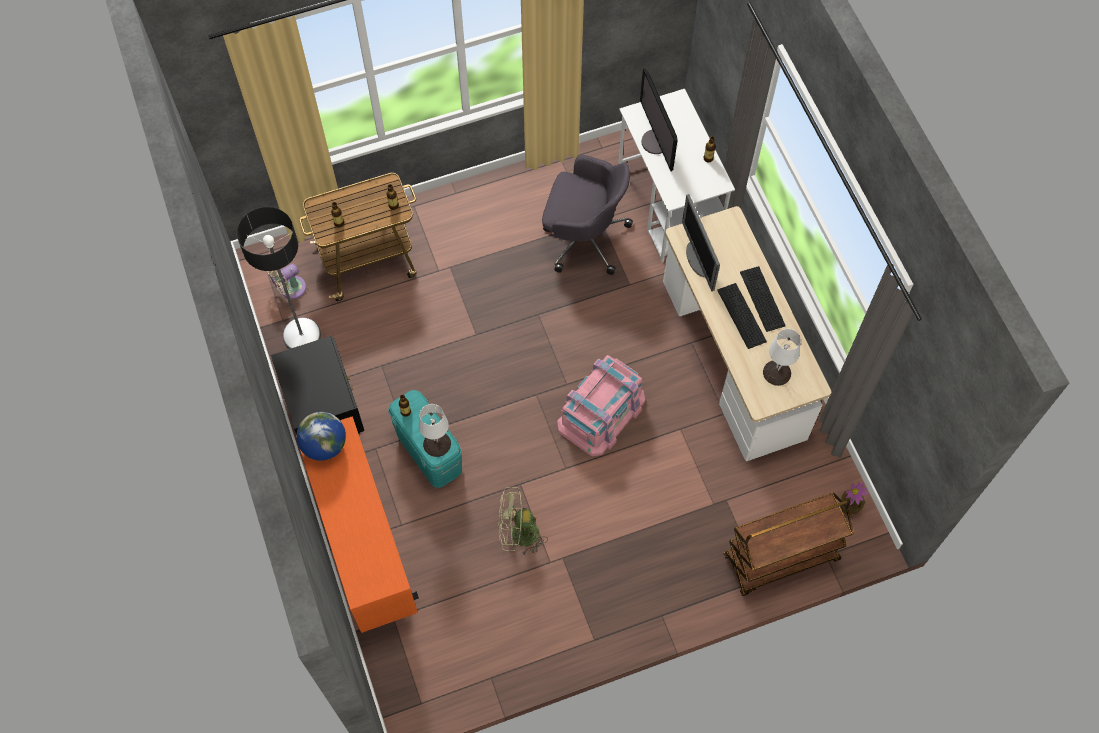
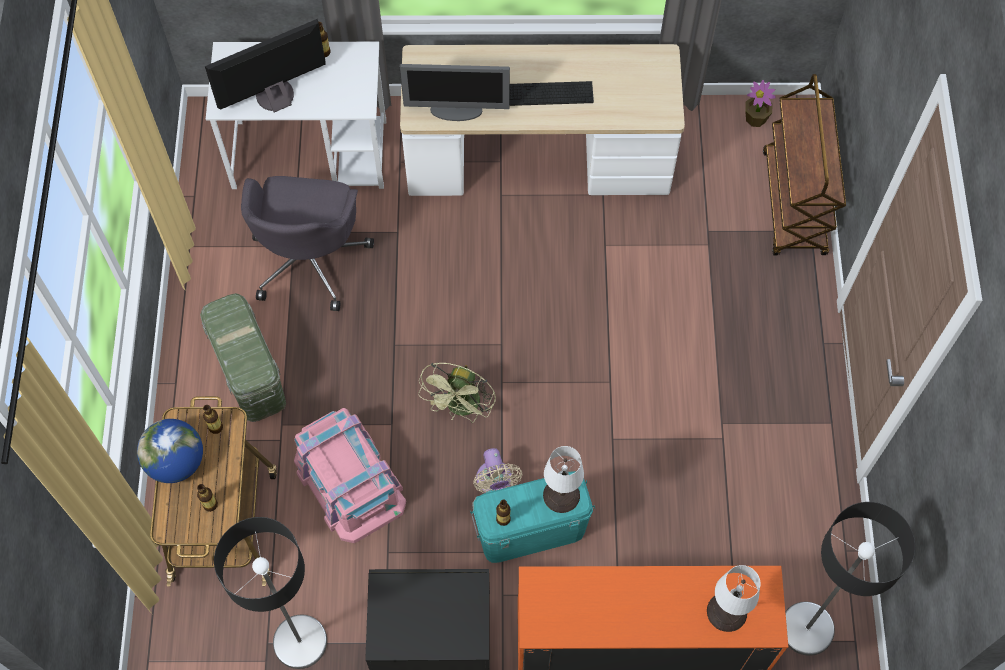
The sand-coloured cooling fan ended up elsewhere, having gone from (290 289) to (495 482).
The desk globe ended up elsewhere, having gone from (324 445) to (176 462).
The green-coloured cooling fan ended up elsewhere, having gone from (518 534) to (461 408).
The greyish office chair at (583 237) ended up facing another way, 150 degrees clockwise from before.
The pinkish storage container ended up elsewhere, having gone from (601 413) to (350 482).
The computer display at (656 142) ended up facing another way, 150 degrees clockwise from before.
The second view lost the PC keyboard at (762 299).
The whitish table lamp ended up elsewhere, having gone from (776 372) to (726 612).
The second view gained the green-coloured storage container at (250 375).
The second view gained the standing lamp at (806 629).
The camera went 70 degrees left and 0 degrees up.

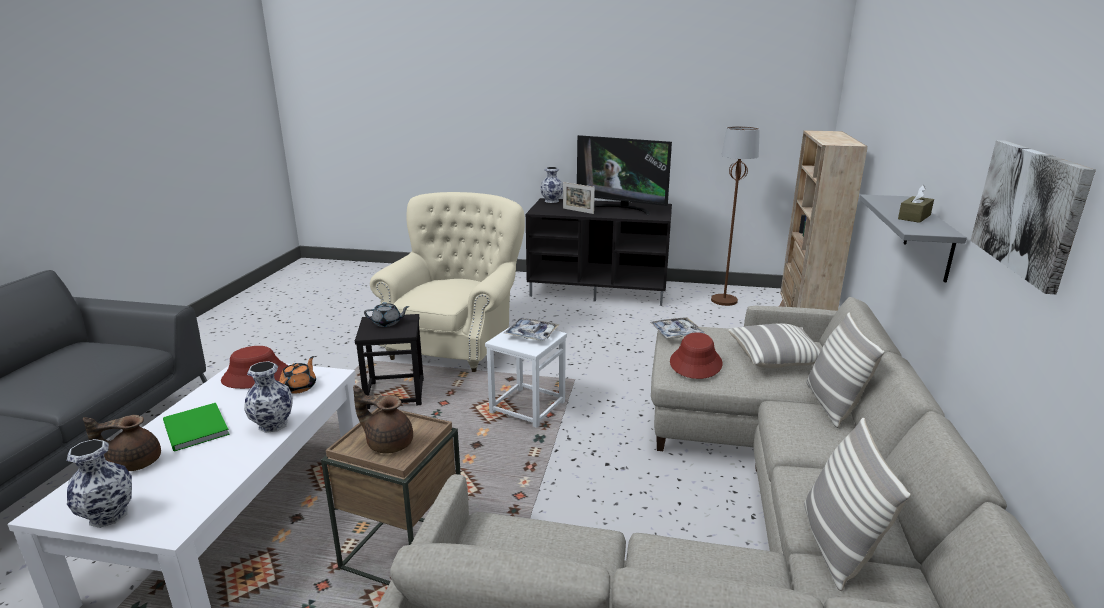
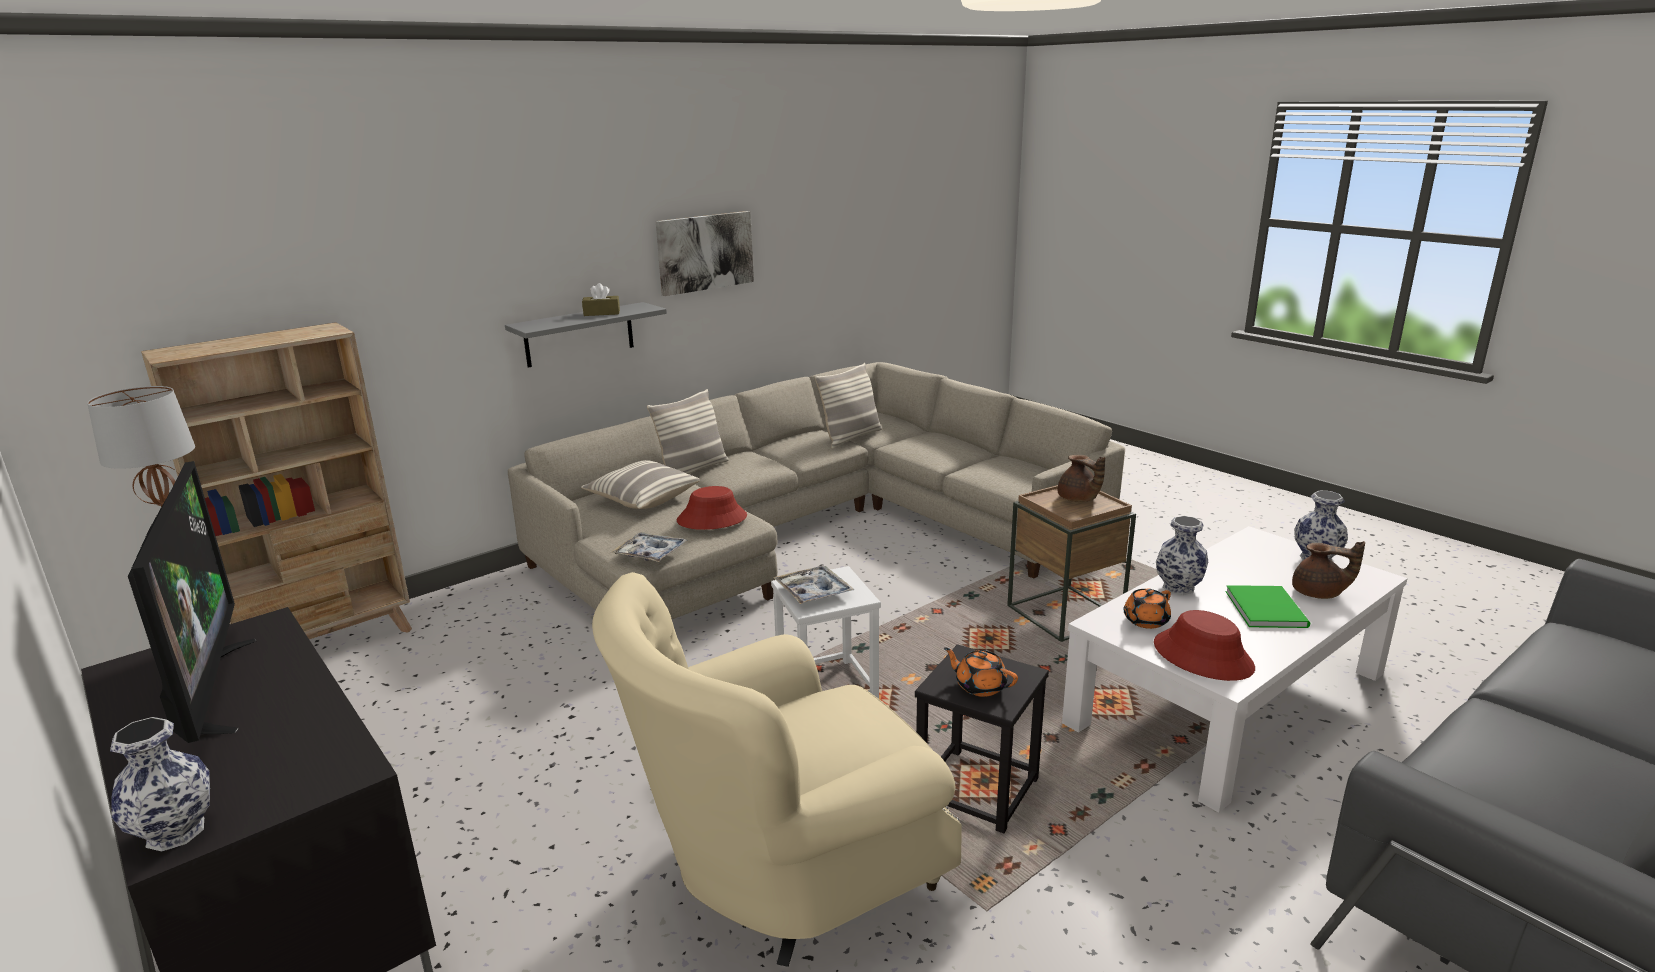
What was the greyish teapot at (387 323) turned into the orange-coloured teapot at (980 686).
The second view lost the picture frame at (578 211).
The camera went 140 degrees left and 0 degrees up.

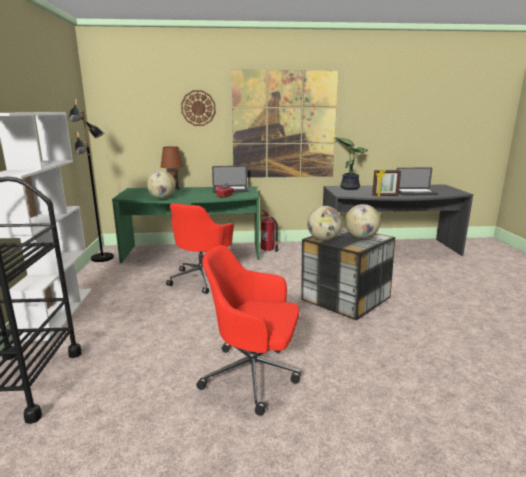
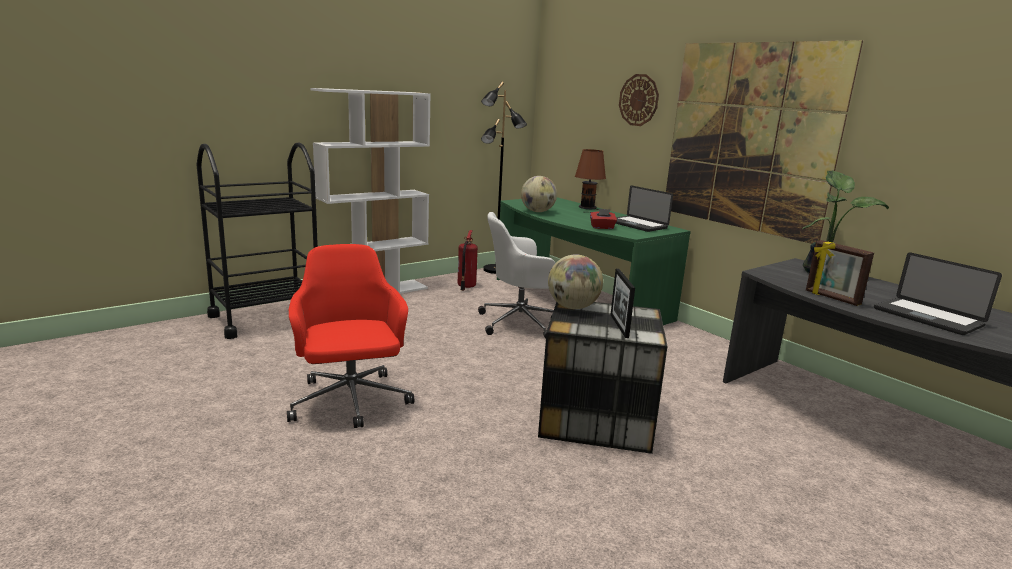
What was the red-coloured office chair at (203 278) turned into the whitish office chair at (521 323).
The fire extinguisher ended up elsewhere, having gone from (268 249) to (466 286).
Where the desk globe stood at (361 238), the picture frame came to stand at (619 325).
The camera went 55 degrees right and 0 degrees up.

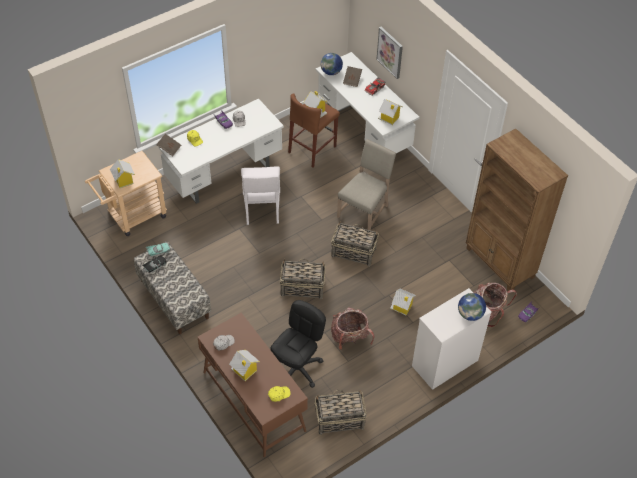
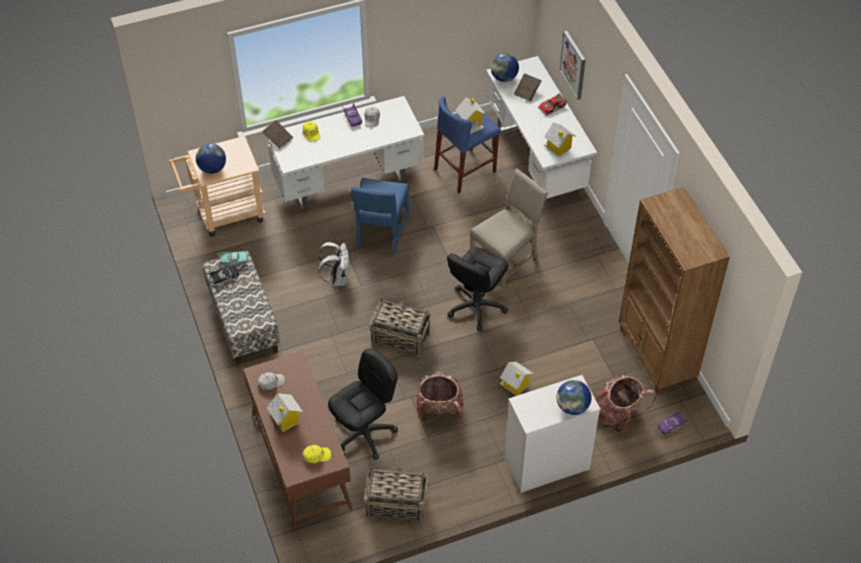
Where the model house stood at (123 181), the desk globe came to stand at (212 168).
What was the whitish chair at (262 209) turned into the blue-coloured chair at (381 233).
What was the brown stool at (312 149) turned into the blue-coloured stool at (465 170).
Where the storage basket stood at (353 252), the blackish office chair came to stand at (476 306).
The second view gained the whitish knapsack at (337 278).
The camera went 15 degrees right and 0 degrees up.

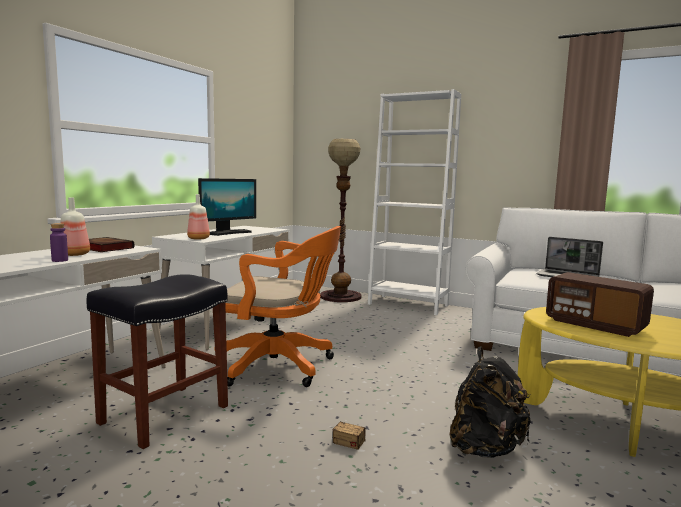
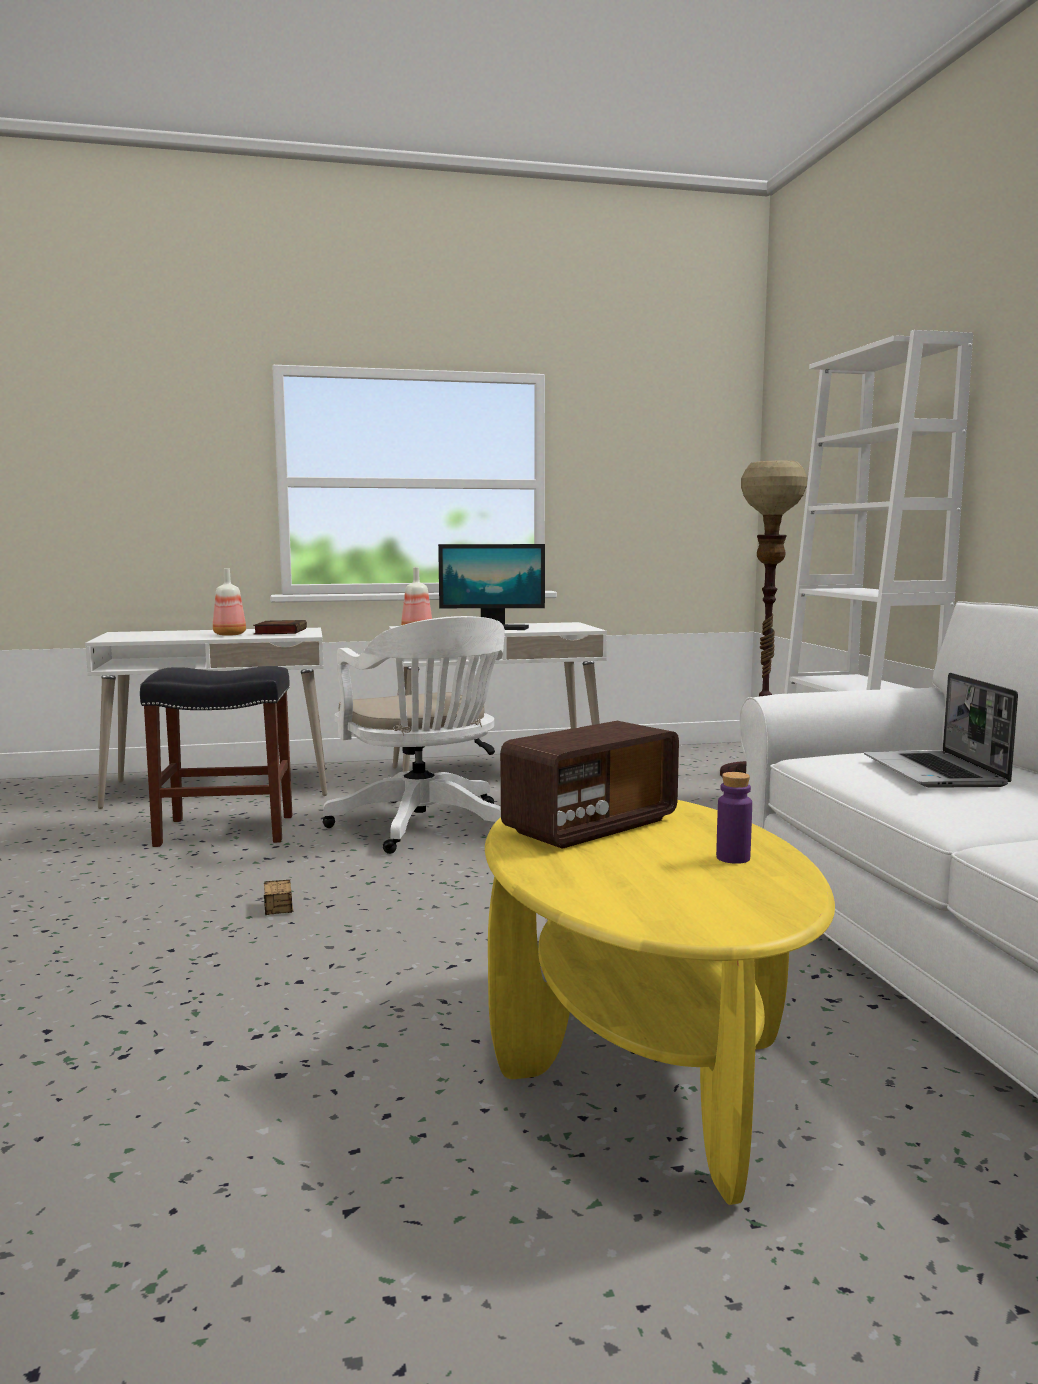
The purple drink bottle ended up elsewhere, having gone from (60 260) to (733 858).
What was the orange-coloured office chair at (280 366) turned into the whitish office chair at (424 827).
The second view lost the blackish knapsack at (485 448).
The radio at (595 325) ended up facing another way, 135 degrees counterclockwise from before.
The camera went 50 degrees right and 0 degrees up.

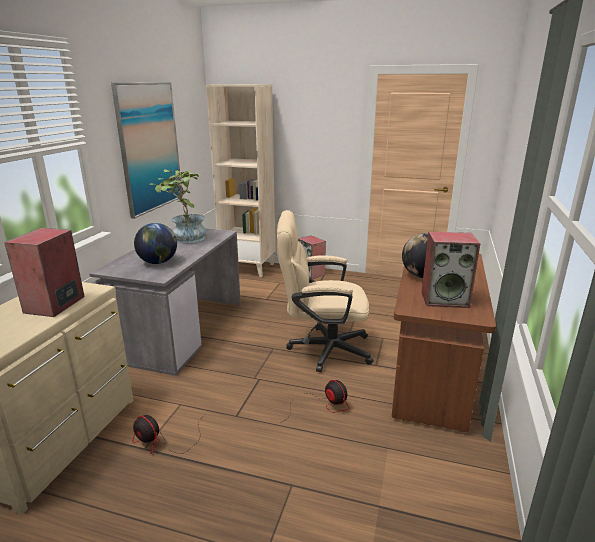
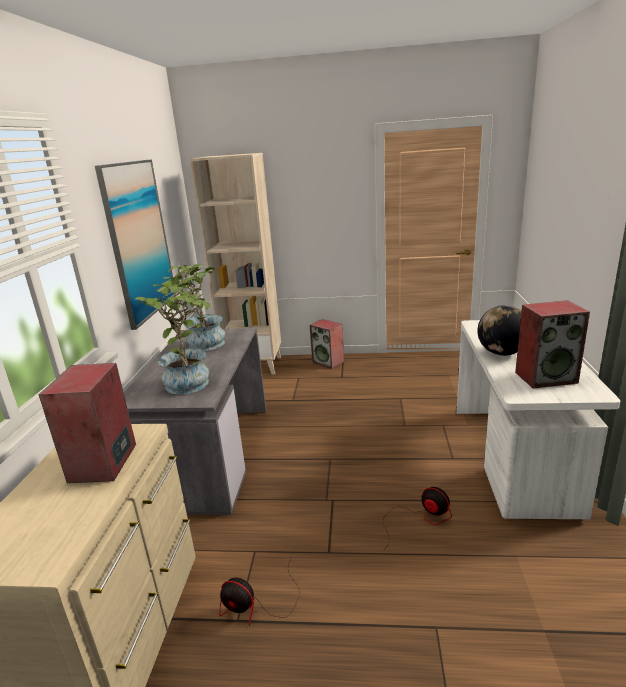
Where the desk globe stood at (158 262), the potted plant came to stand at (188 380).
The second view lost the sand-coloured office chair at (322 349).
What was the brown desk at (431 373) turned into the whitish desk at (515 457).
The camera went 10 degrees left and 0 degrees up.

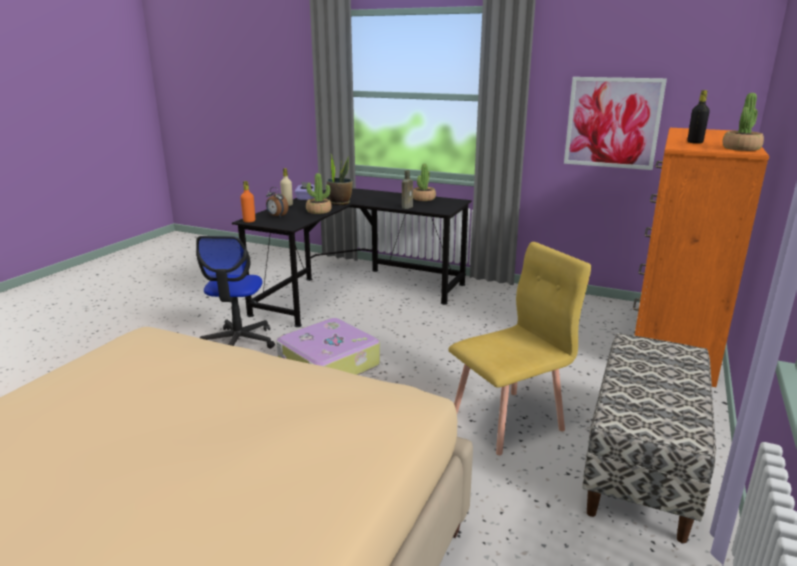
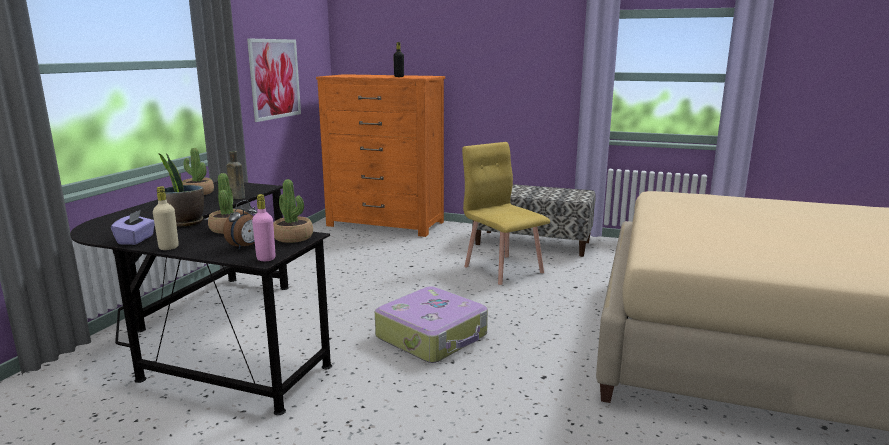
The second view lost the office chair at (238 342).
What was the orange-coloured drink bottle at (249 221) turned into the pinkish drink bottle at (266 258).
The potted plant ended up elsewhere, having gone from (741 148) to (293 237).
The camera went 95 degrees left and 5 degrees down.

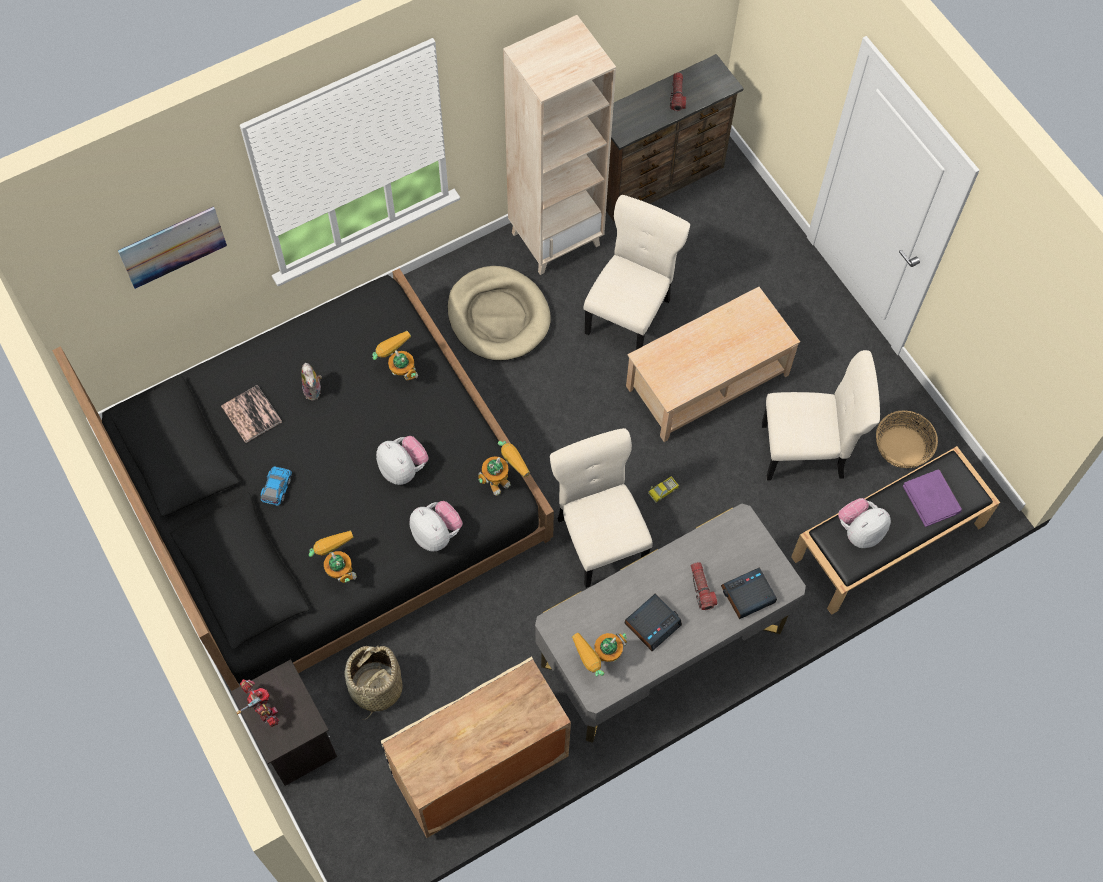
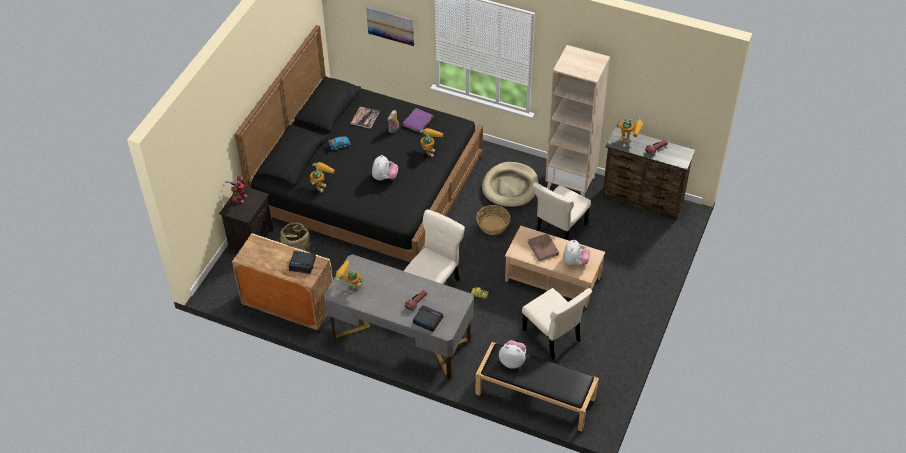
The plush toy ended up elsewhere, having gone from (436 534) to (575 262).
The toy robot ended up elsewhere, having gone from (503 478) to (629 139).
The sand-coloured chair at (630 313) ended up facing another way, 135 degrees clockwise from before.
The table clock ended up elsewhere, having gone from (652 623) to (303 264).
The storage basket ended up elsewhere, having gone from (902 446) to (493 225).
The purple bound book ended up elsewhere, having gone from (931 499) to (418 122).
The second view gained the brown bound book at (543 248).
The camera went 55 degrees right and 15 degrees down.

